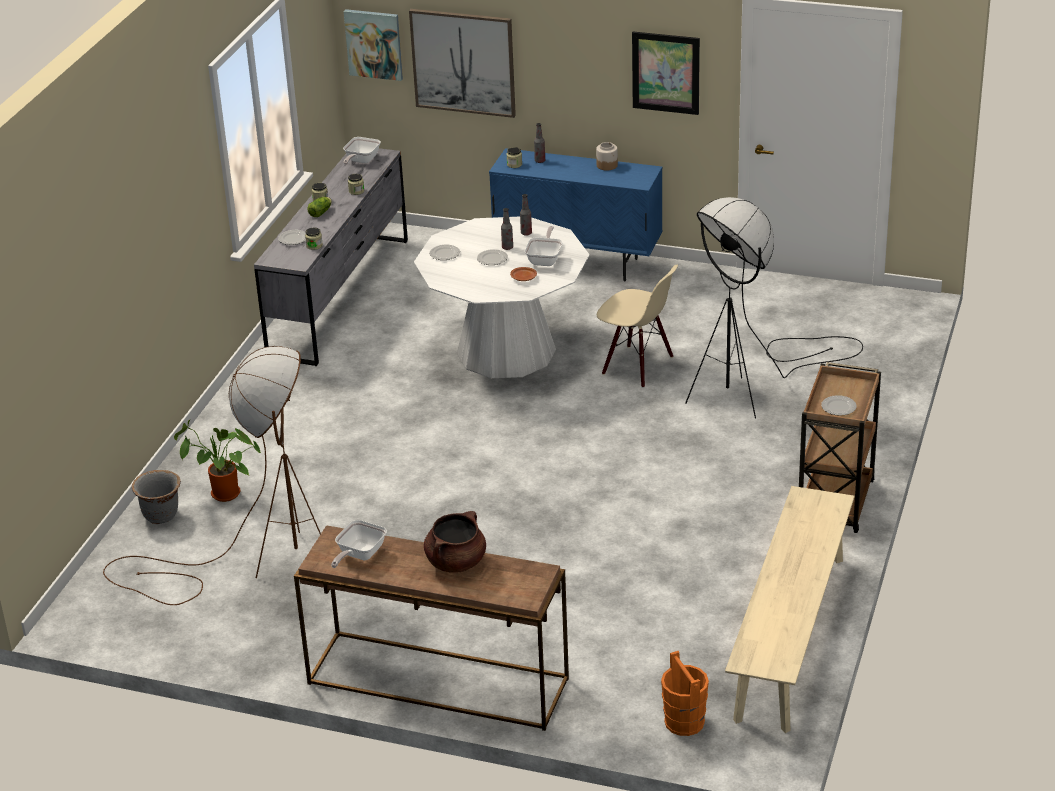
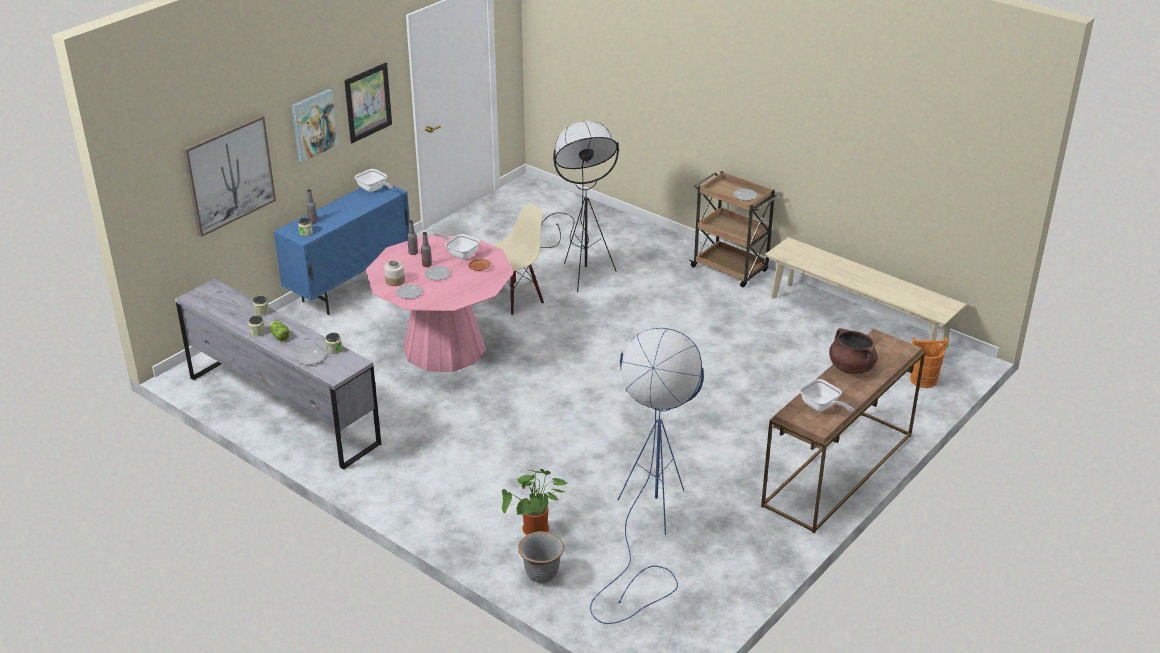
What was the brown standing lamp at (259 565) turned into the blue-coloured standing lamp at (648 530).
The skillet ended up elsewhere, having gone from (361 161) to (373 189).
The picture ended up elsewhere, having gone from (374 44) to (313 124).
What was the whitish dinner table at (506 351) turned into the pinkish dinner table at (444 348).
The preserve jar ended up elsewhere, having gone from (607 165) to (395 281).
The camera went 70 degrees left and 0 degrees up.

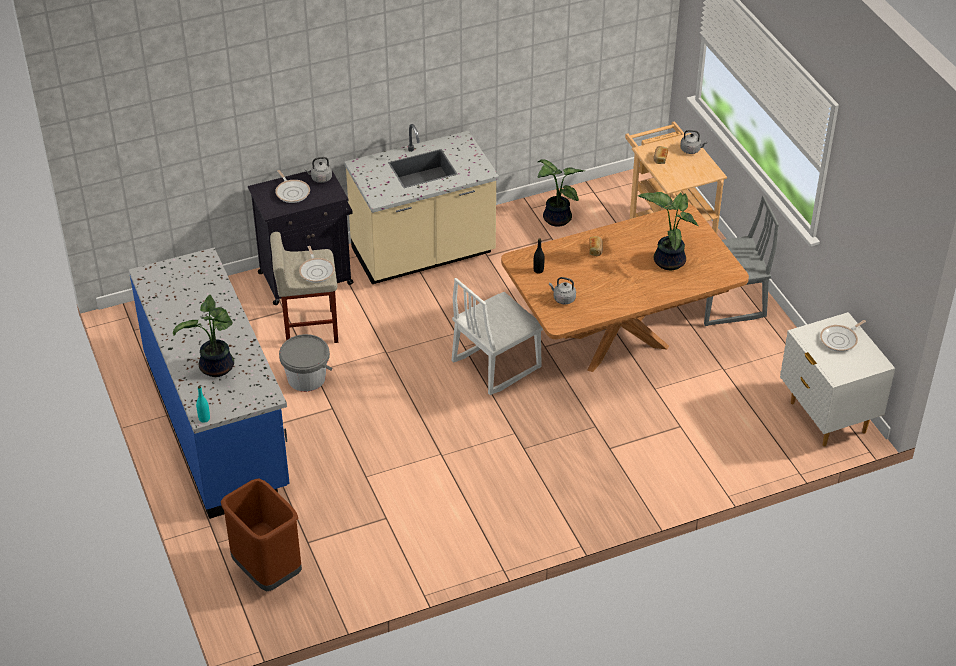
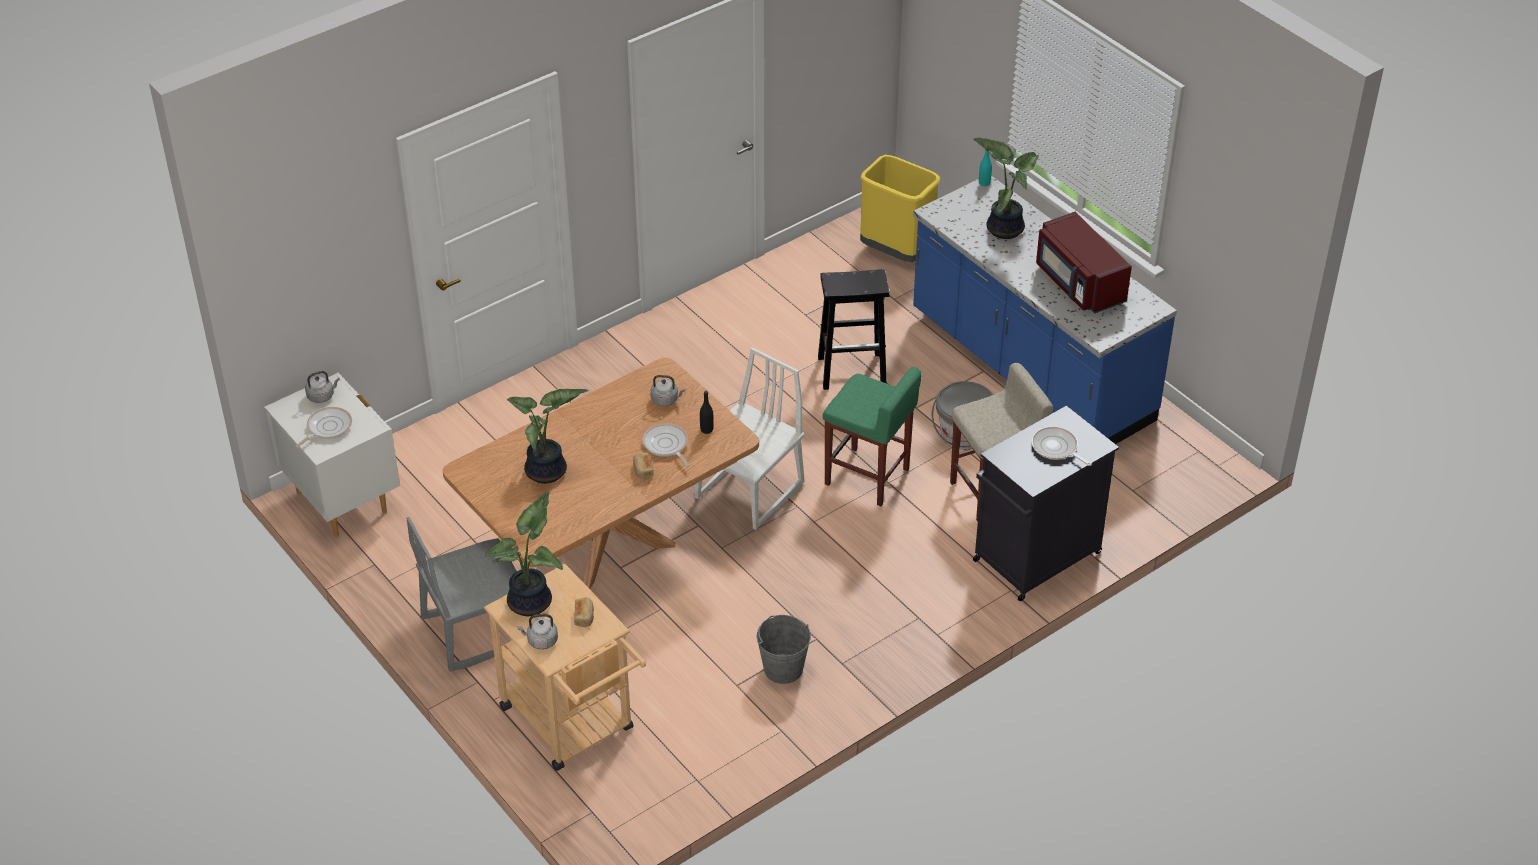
What was the brown rubbish bin at (266 571) turned into the yellow rubbish bin at (897 252).
The skillet ended up elsewhere, having gone from (316 271) to (666 445).
The greyish water kettle ended up elsewhere, having gone from (320 178) to (322 396).
The second view lost the sand-coloured kitchen base unit at (423 254).
The potted plant ended up elsewhere, having gone from (555 219) to (532 602).
The second view gained the greyish water bucket at (783 668).
The second view gained the blackish stool at (853 371).
The second view gained the green-coloured stool at (868 477).
The second view gained the red-coloured microwave at (1078 284).
The camera went 165 degrees right and 0 degrees up.

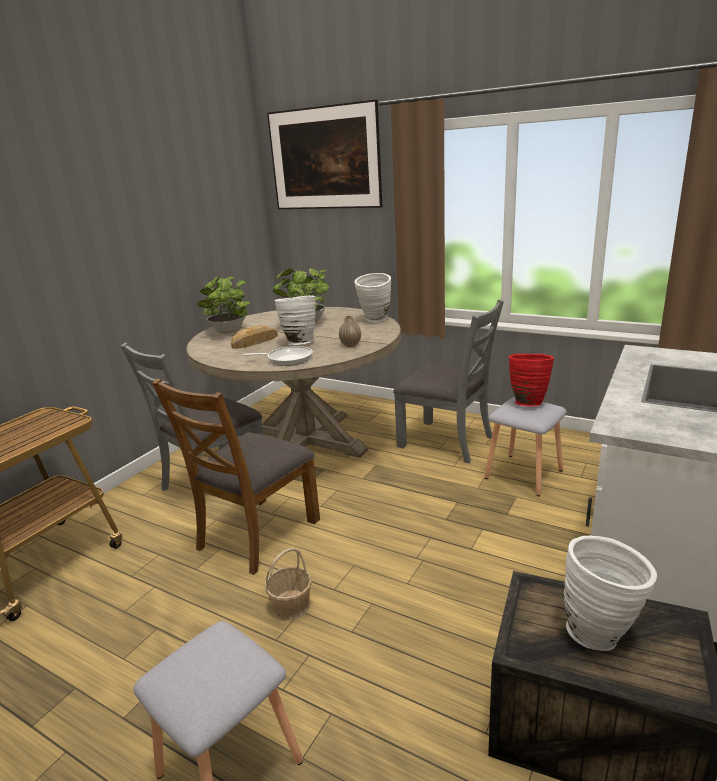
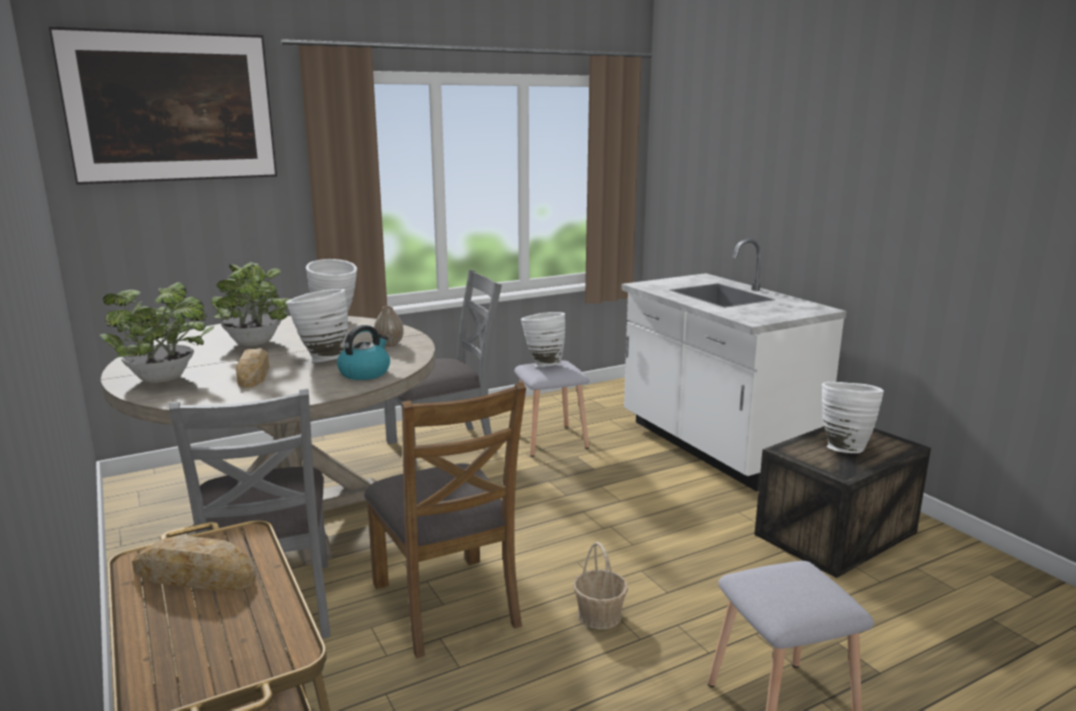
Where the skillet stood at (287 359), the water kettle came to stand at (365 373).
What was the red-coloured decorative vase at (527 402) turned into the whitish decorative vase at (542 364).
The second view gained the baked bread at (195 575).
The camera went 60 degrees left and 5 degrees down.

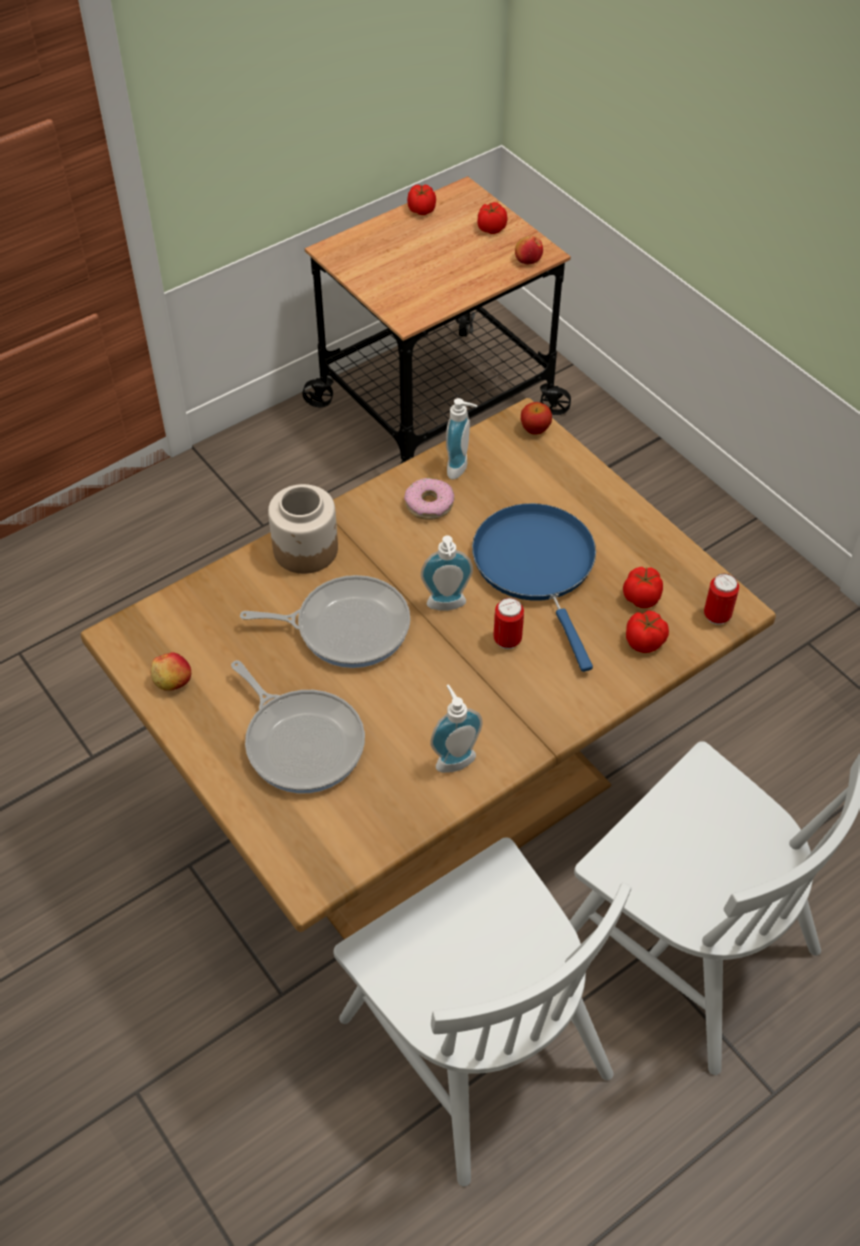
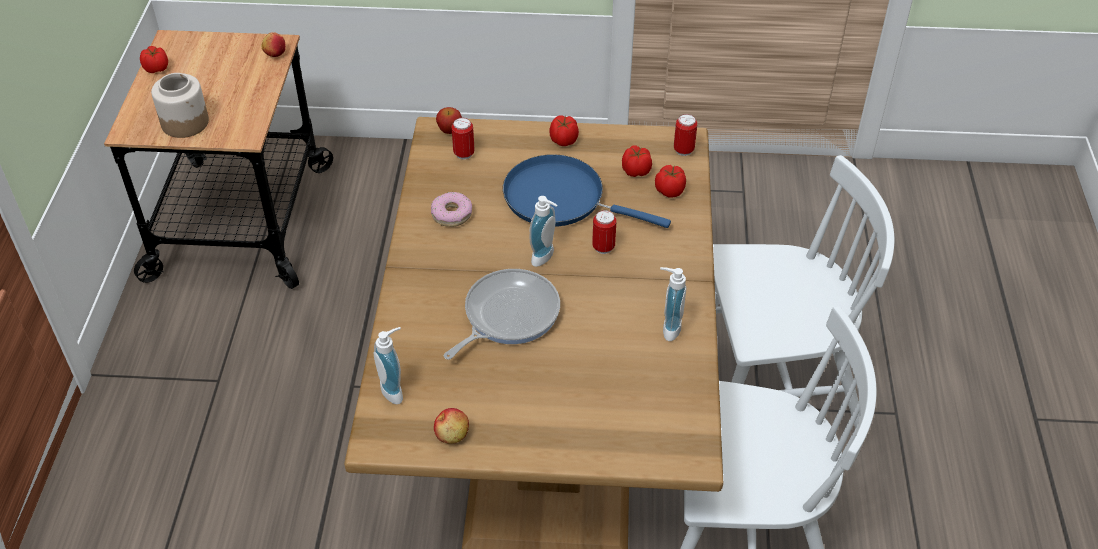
The second view lost the skillet at (301 741).
The preserve jar ended up elsewhere, having gone from (306 549) to (185 122).
The liquid soap bottle ended up elsewhere, having gone from (461 468) to (395 390).
The tomato ended up elsewhere, having gone from (491 229) to (563 141).
The second view gained the can at (464 154).
The camera went 50 degrees left and 5 degrees down.

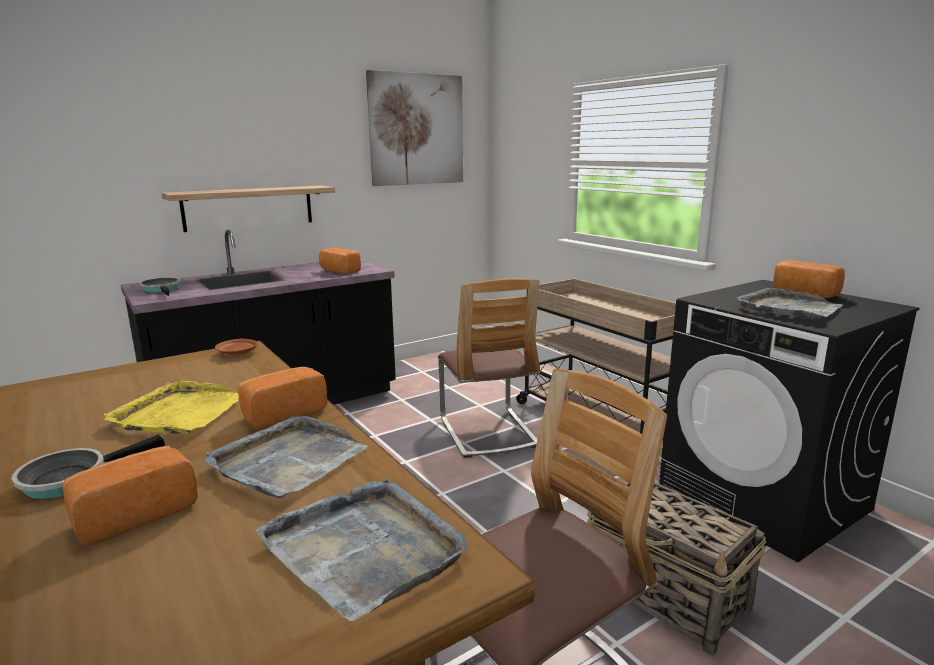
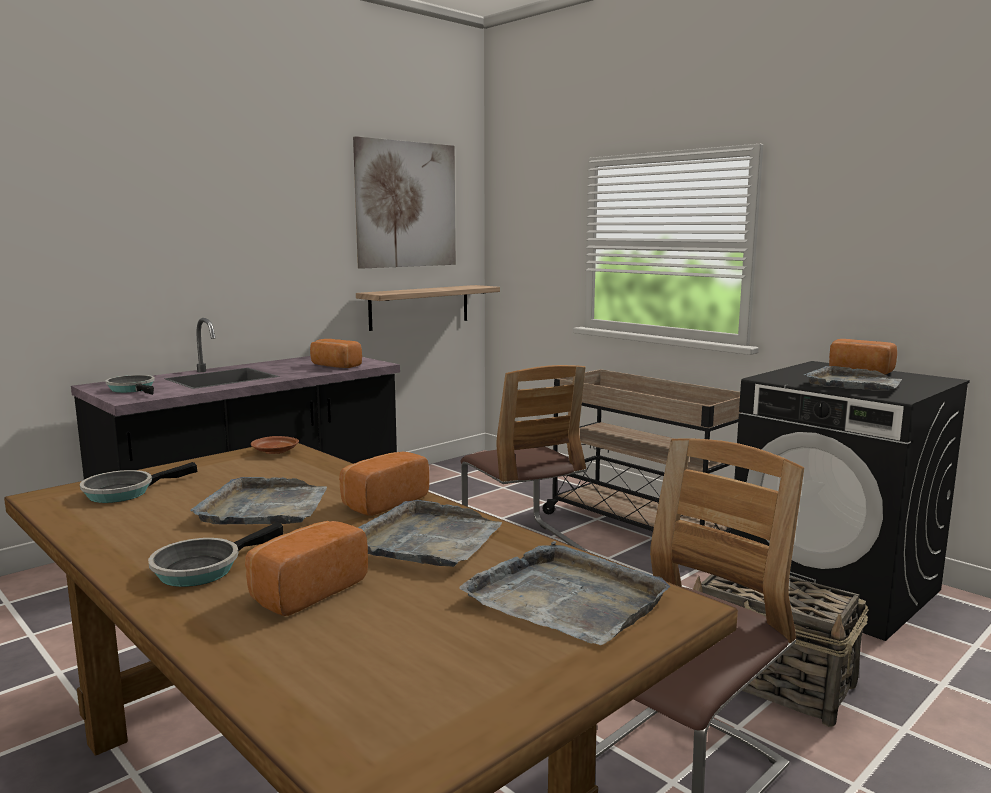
What was the yellow serving tray at (179 413) turned into the greyish serving tray at (265 508).
The bracket shelf ended up elsewhere, having gone from (248 208) to (419 307).
The second view gained the skillet at (124 492).
The camera went 10 degrees left and 5 degrees down.

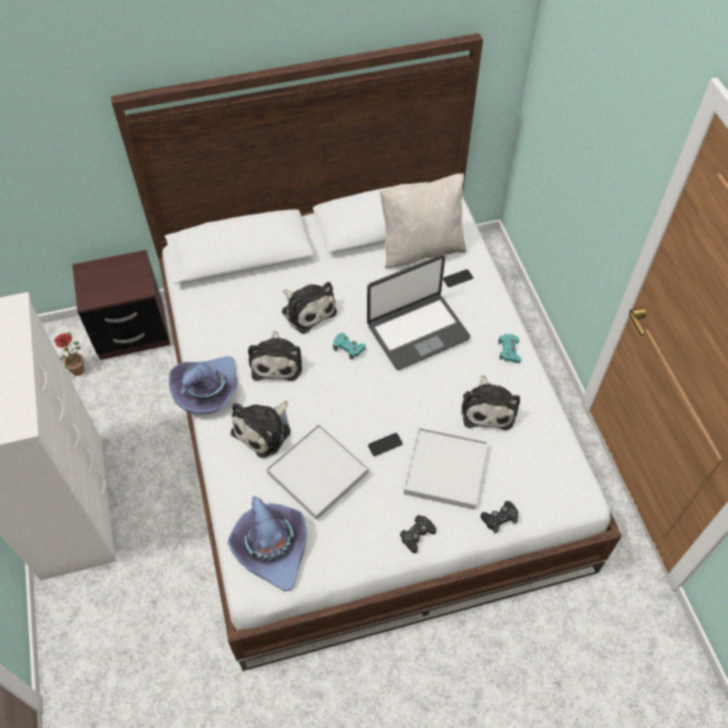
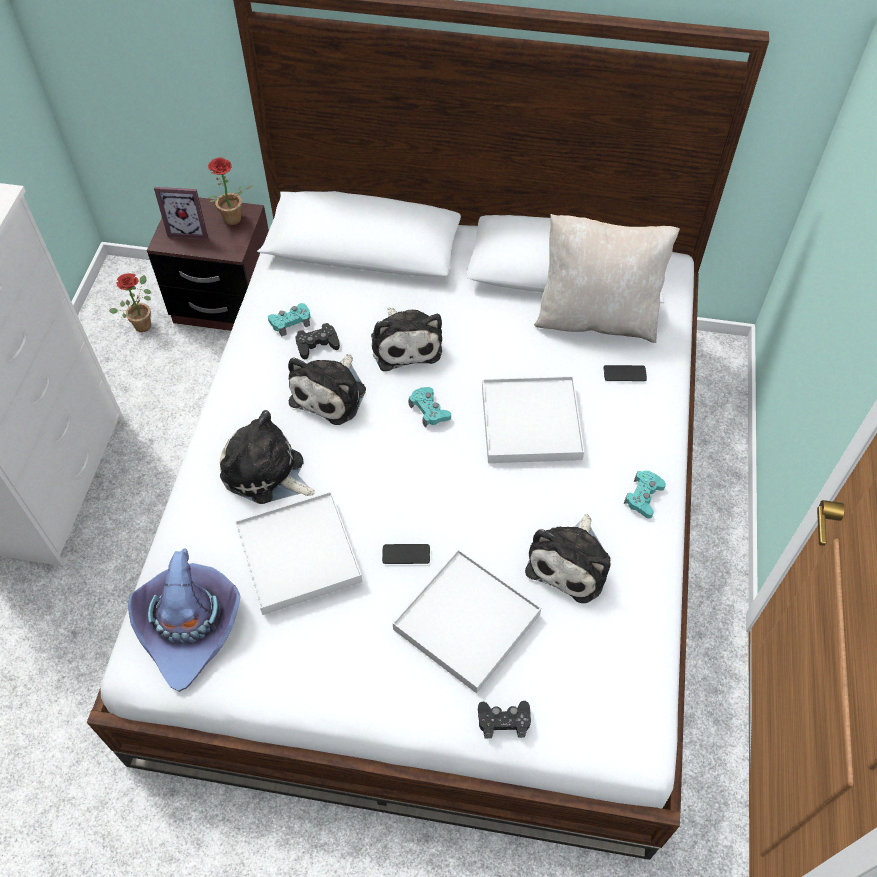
The second view lost the purple wearable hat at (207 390).
The plush toy at (264 430) ended up facing another way, 60 degrees clockwise from before.
Where the laptop stood at (417 331), the whitish serving tray came to stand at (531 422).
The blackish joypad ended up elsewhere, having gone from (417 535) to (317 344).
The second view gained the picture frame at (190 229).
The second view gained the potted plant at (232 222).
The second view gained the turquoise joypad at (290 322).
The camera went 25 degrees right and 0 degrees up.

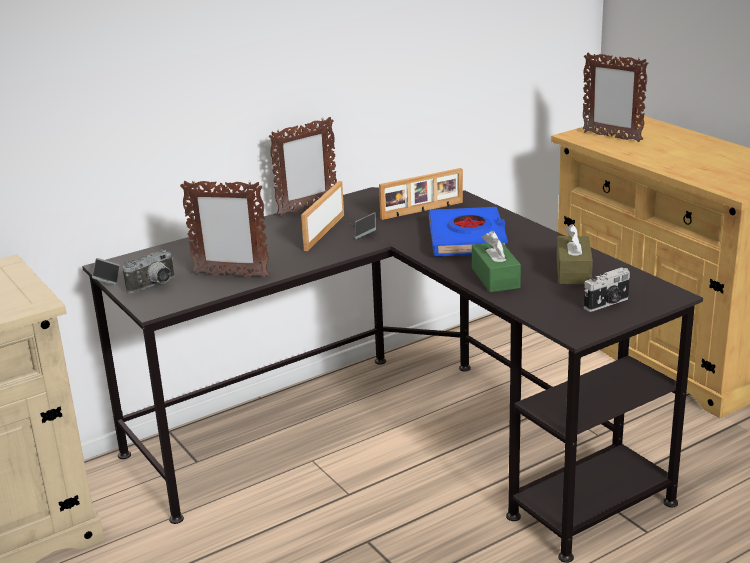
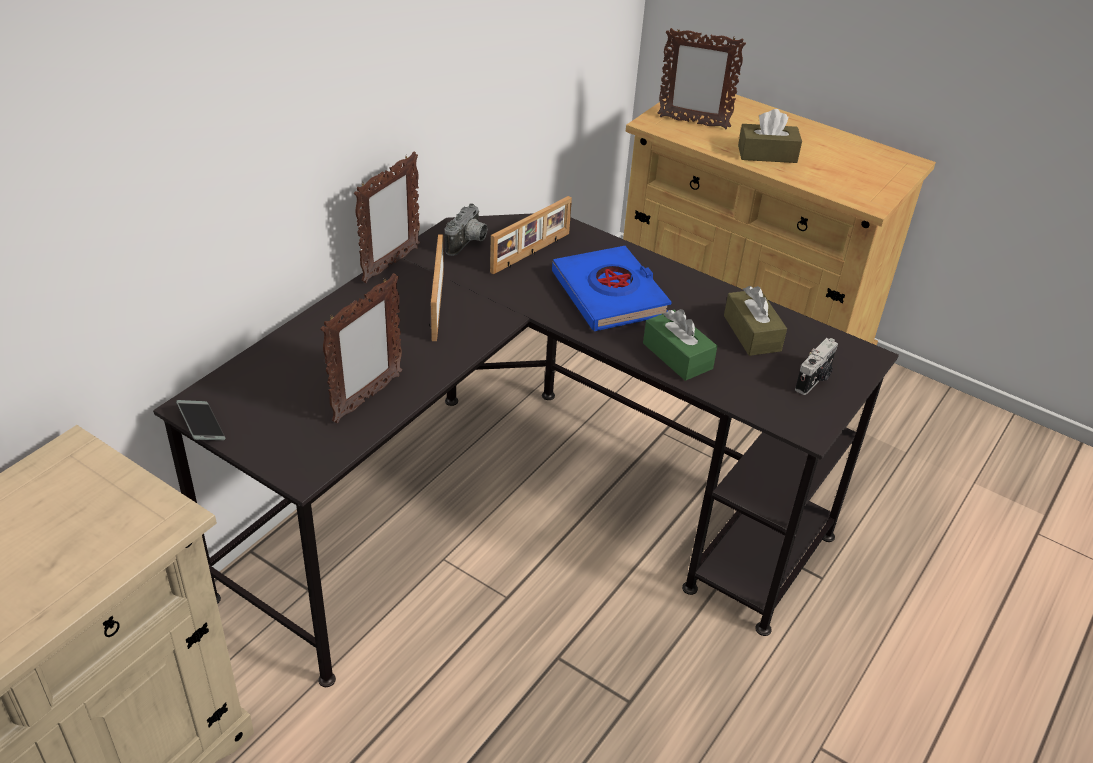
The photo camera ended up elsewhere, having gone from (154 286) to (468 244).
The picture frame at (230 275) ended up facing another way, 45 degrees counterclockwise from before.
The second view lost the phone at (365 230).
The second view gained the brown box of tissues at (767 154).
The camera went 25 degrees left and 15 degrees up.

